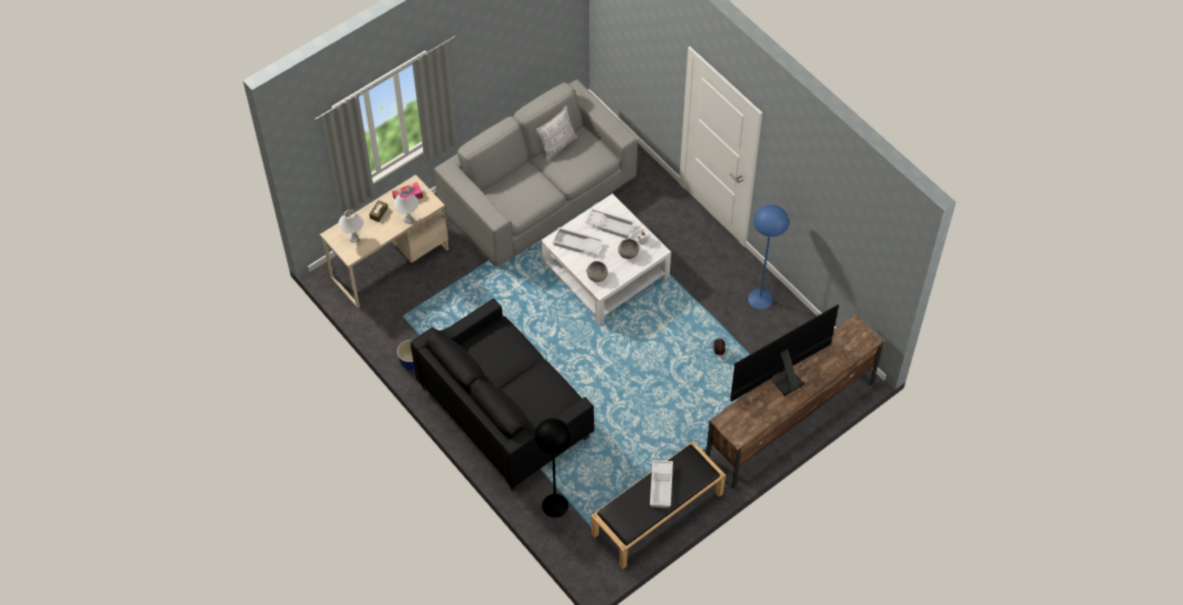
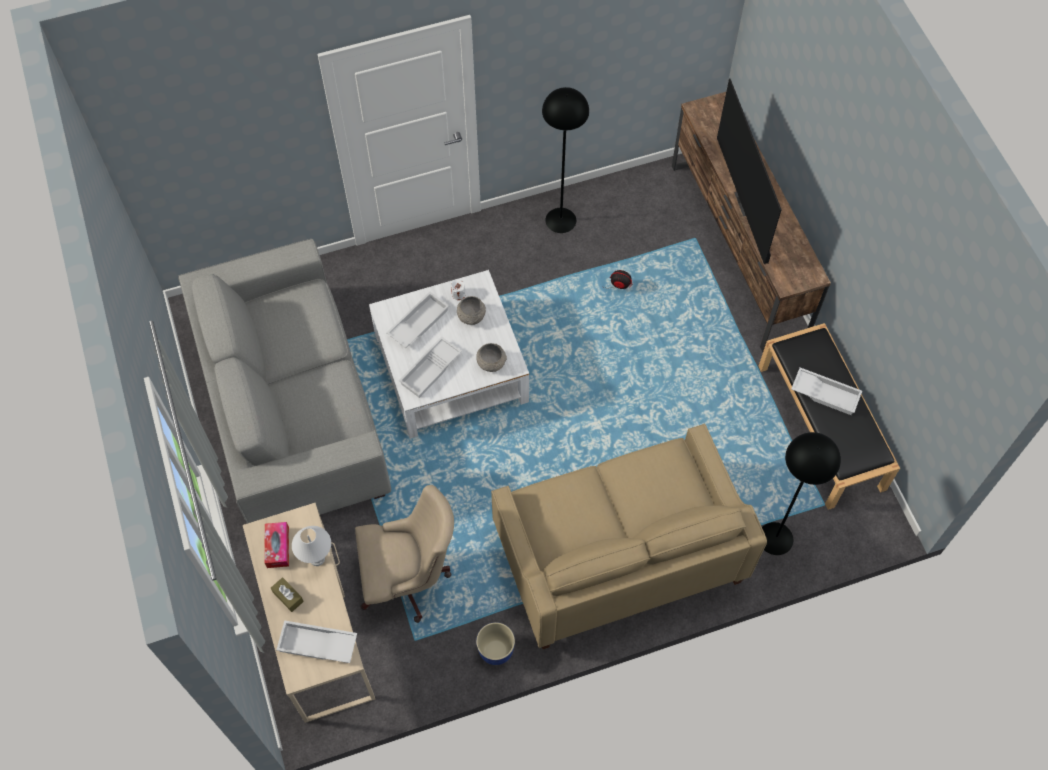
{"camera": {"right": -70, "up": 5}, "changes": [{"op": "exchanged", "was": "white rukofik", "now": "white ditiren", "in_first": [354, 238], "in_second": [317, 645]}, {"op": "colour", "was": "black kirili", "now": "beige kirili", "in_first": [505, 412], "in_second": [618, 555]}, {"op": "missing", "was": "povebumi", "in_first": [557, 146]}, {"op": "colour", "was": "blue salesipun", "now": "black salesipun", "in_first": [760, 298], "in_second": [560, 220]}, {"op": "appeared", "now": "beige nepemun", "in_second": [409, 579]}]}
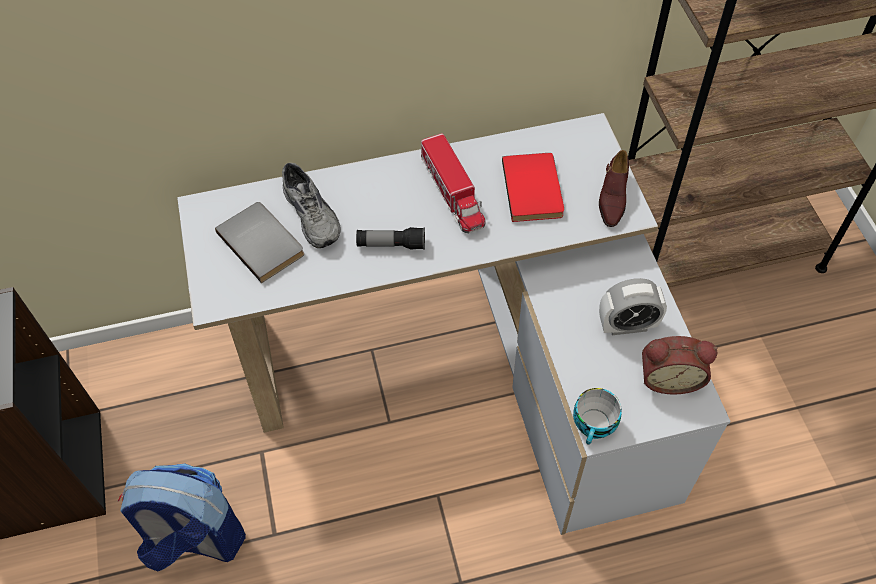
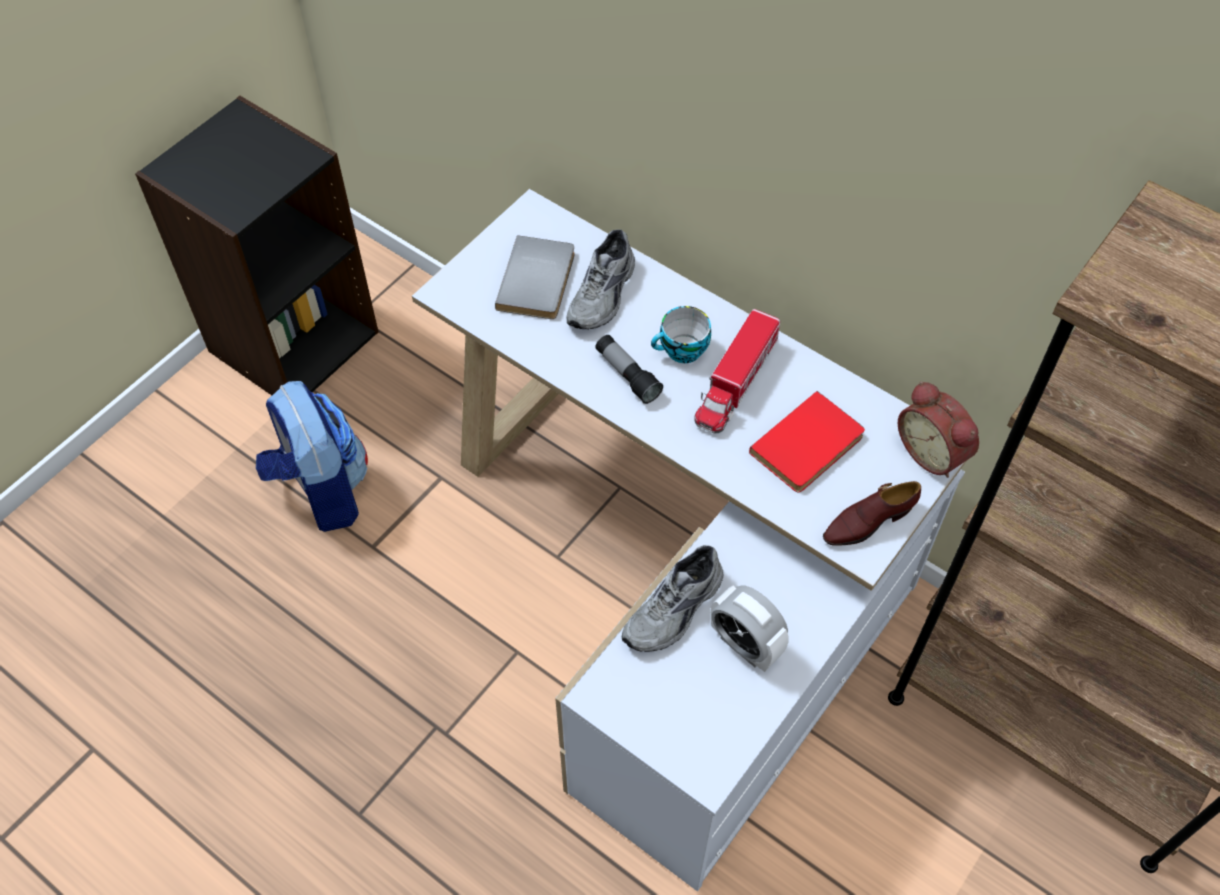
{"camera": {"right": 50, "up": 0}, "changes": [{"op": "relocated", "was": "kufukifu", "in_first": [594, 427], "in_second": [682, 351]}, {"op": "relocated", "was": "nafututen", "in_first": [669, 377], "in_second": [933, 451]}, {"op": "appeared", "now": "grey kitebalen", "in_second": [675, 611]}]}
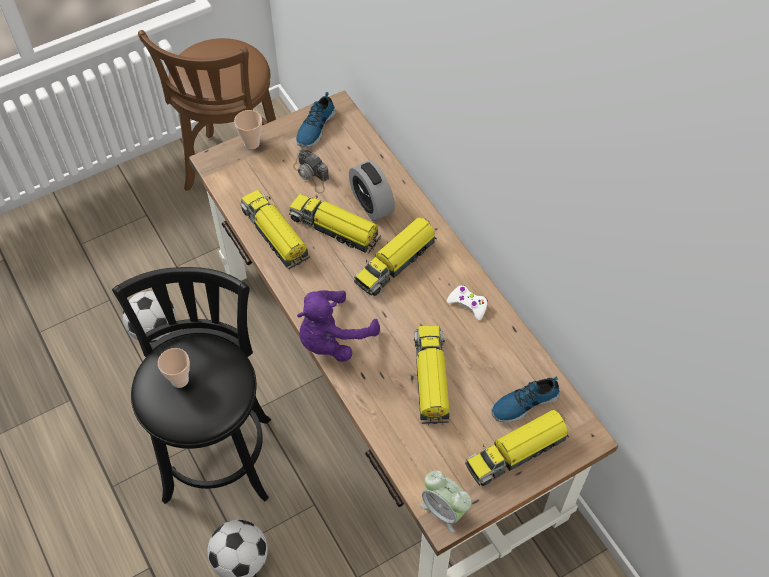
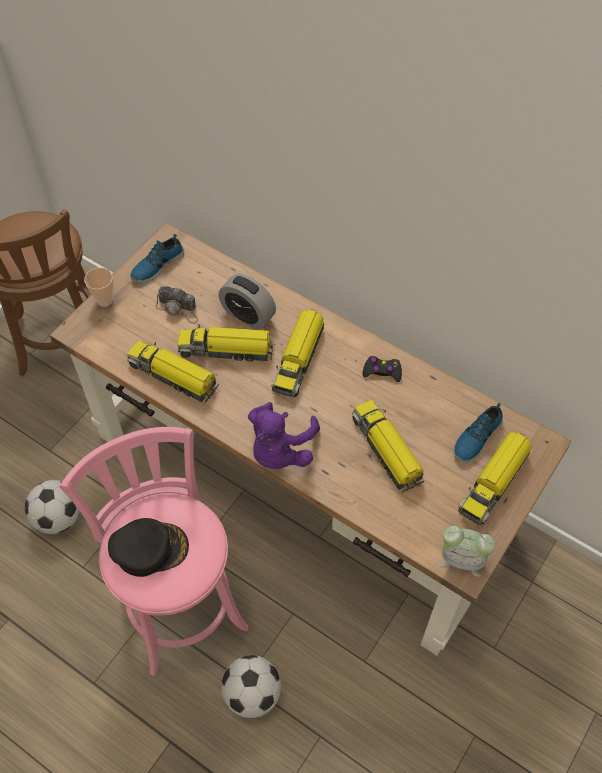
{"camera": {"right": -25, "up": 0}, "changes": [{"op": "colour", "was": "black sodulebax", "now": "pink sodulebax", "in_first": [218, 452], "in_second": [180, 605]}, {"op": "exchanged", "was": "kufukifu", "now": "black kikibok", "in_first": [180, 380], "in_second": [149, 548]}, {"op": "spun", "was": "kitebalen", "in_first": [314, 127], "in_second": [157, 265], "clockwise": 45}, {"op": "colour", "was": "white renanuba", "now": "black renanuba", "in_first": [468, 304], "in_second": [382, 371]}]}
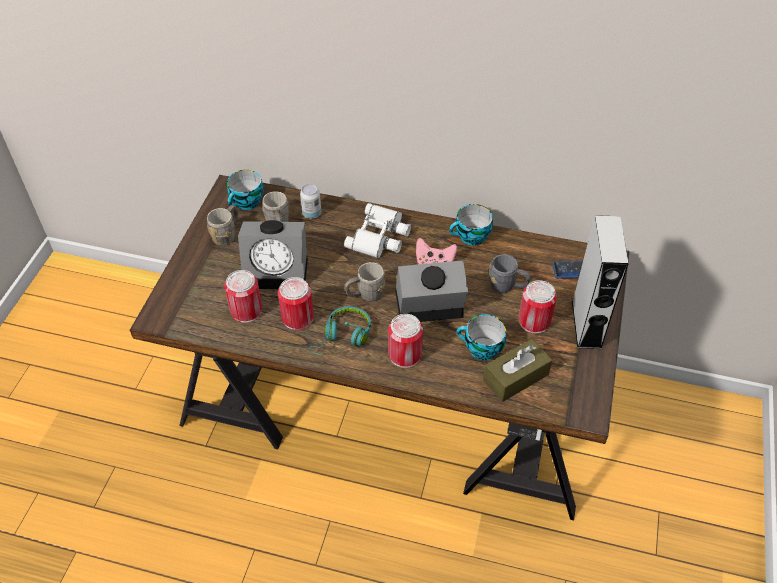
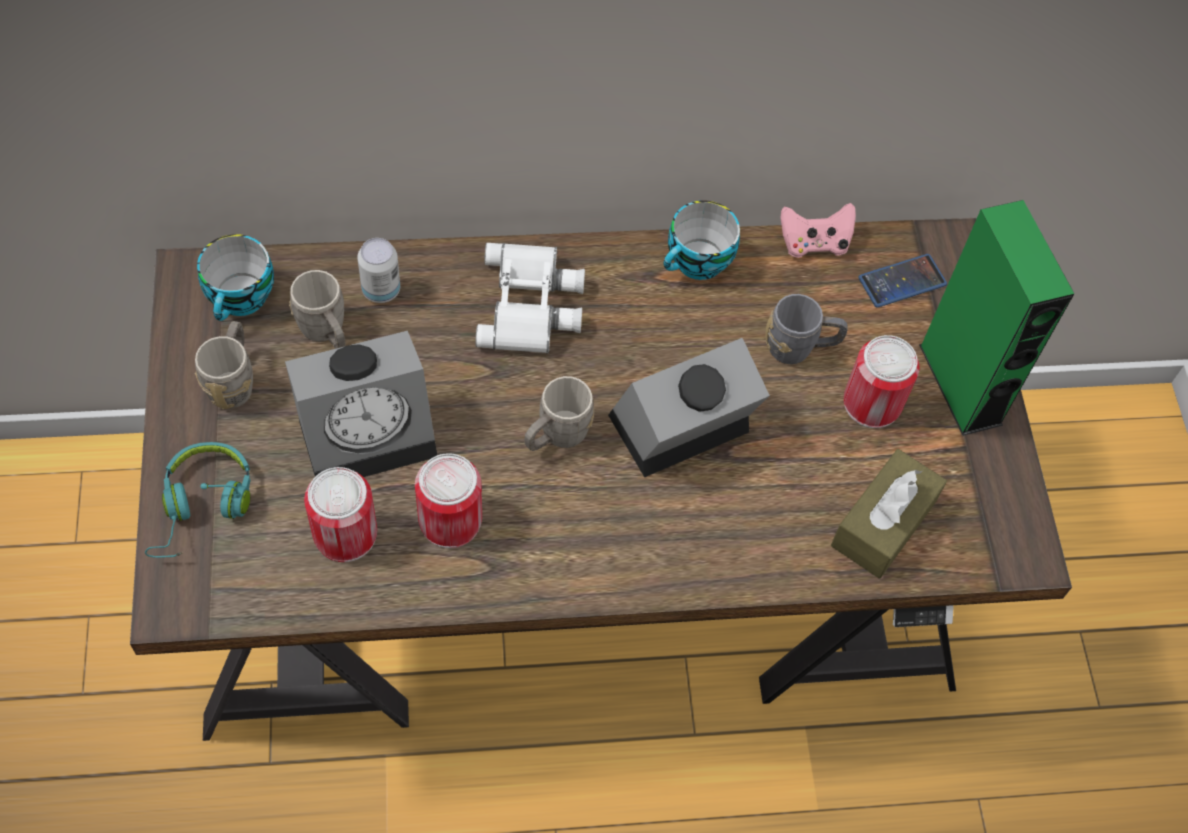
{"camera": {"right": -25, "up": 10}, "changes": [{"op": "relocated", "was": "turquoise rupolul", "in_first": [343, 337], "in_second": [203, 506]}, {"op": "missing", "was": "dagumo", "in_first": [405, 354]}, {"op": "relocated", "was": "pink renanuba", "in_first": [434, 262], "in_second": [814, 243]}, {"op": "missing", "was": "kufukifu", "in_first": [481, 349]}, {"op": "colour", "was": "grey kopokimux", "now": "green kopokimux", "in_first": [586, 324], "in_second": [960, 384]}]}
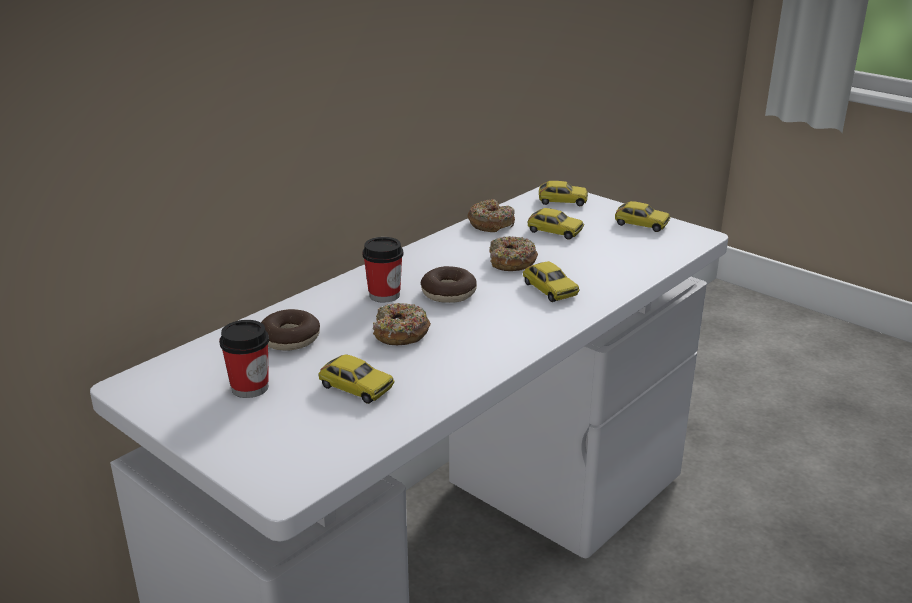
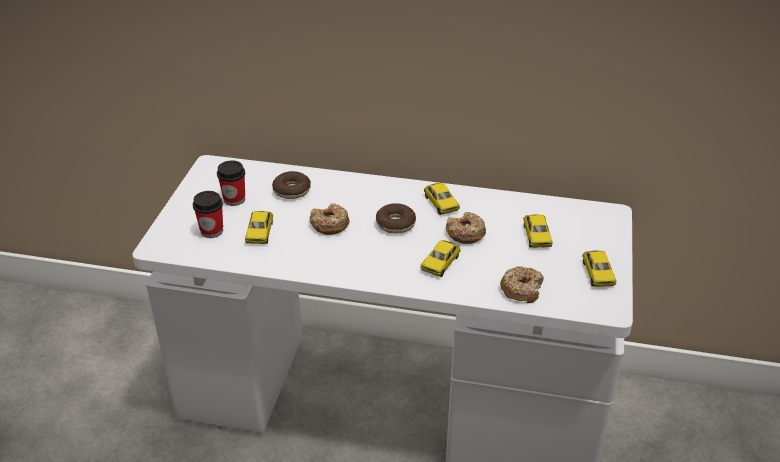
{"camera": {"right": 60, "up": 10}, "changes": [{"op": "relocated", "was": "kufukifu", "in_first": [384, 295], "in_second": [212, 231]}, {"op": "relocated", "was": "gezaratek", "in_first": [490, 224], "in_second": [521, 290]}, {"op": "relocated", "was": "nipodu", "in_first": [562, 201], "in_second": [441, 203]}]}
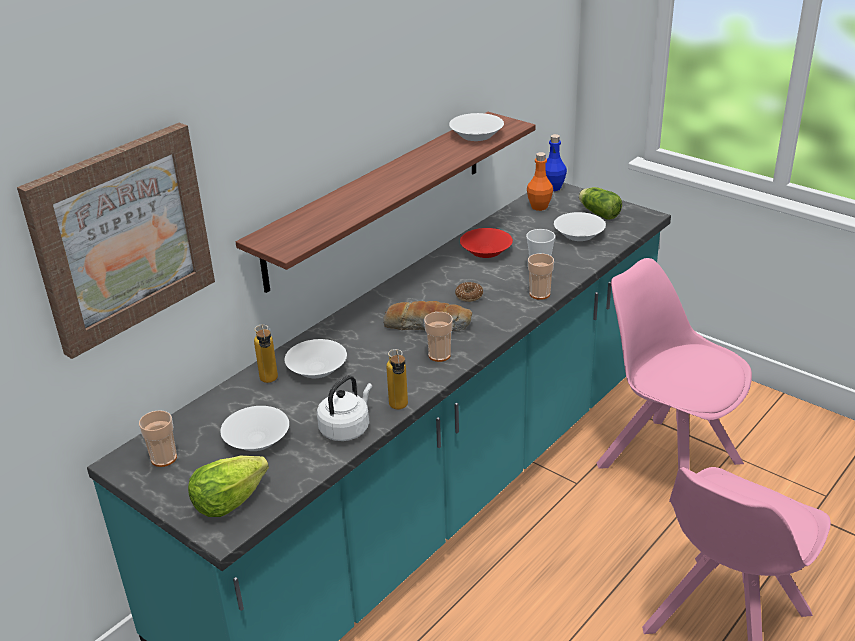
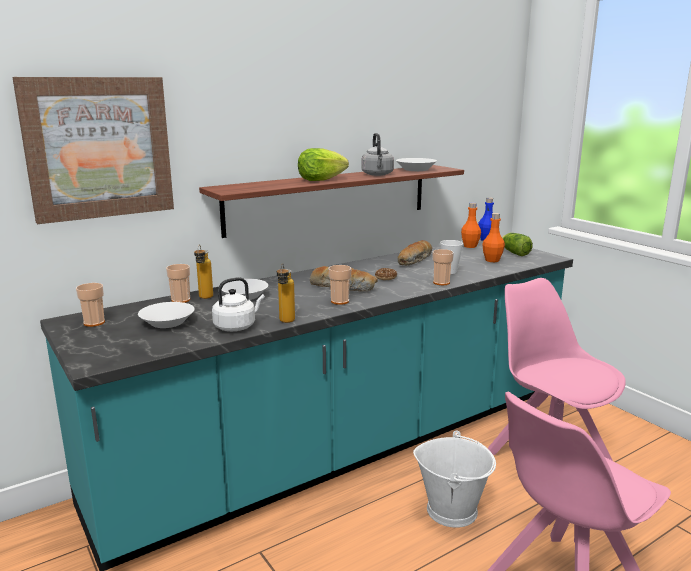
{"camera": {"right": 15, "up": -15}, "changes": [{"op": "relocated", "was": "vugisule", "in_first": [228, 501], "in_second": [320, 180]}, {"op": "exchanged", "was": "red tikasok", "now": "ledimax", "in_first": [486, 251], "in_second": [415, 260]}, {"op": "exchanged", "was": "white tikasok", "now": "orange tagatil", "in_first": [579, 235], "in_second": [492, 260]}, {"op": "appeared", "now": "kufukifu", "in_second": [180, 300]}, {"op": "appeared", "now": "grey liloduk", "in_second": [377, 174]}, {"op": "appeared", "now": "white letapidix", "in_second": [452, 510]}]}
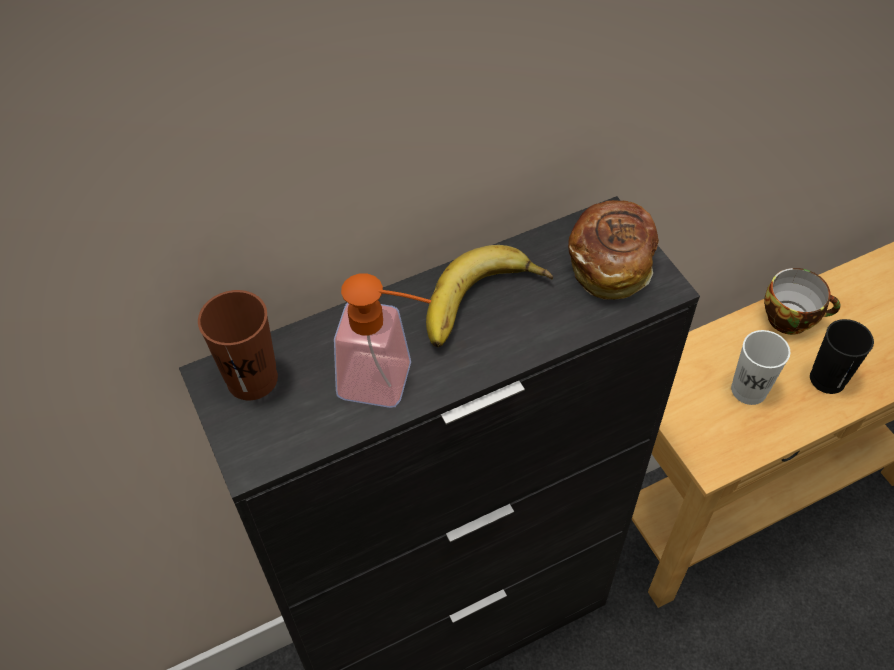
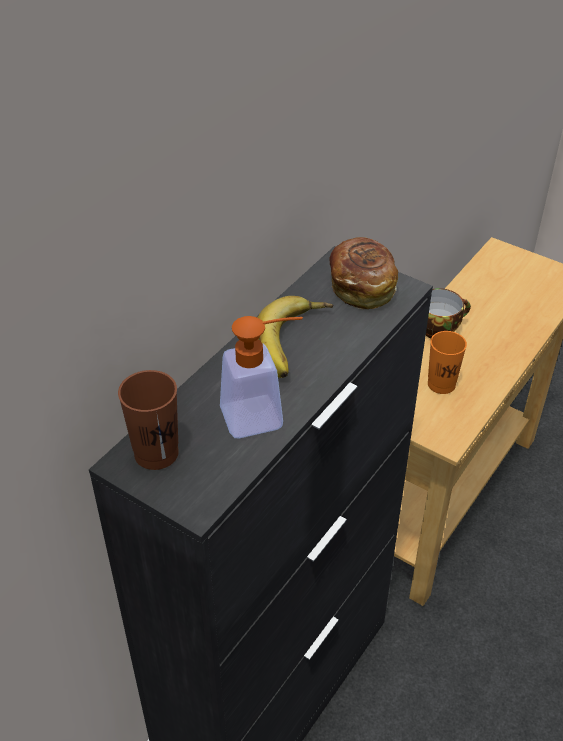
{"camera": {"right": -30, "up": -10}, "changes": [{"op": "colour", "was": "white kufukifu", "now": "orange kufukifu", "in_first": [748, 390], "in_second": [441, 384]}, {"op": "missing", "was": "black kufukifu", "in_first": [827, 379]}]}
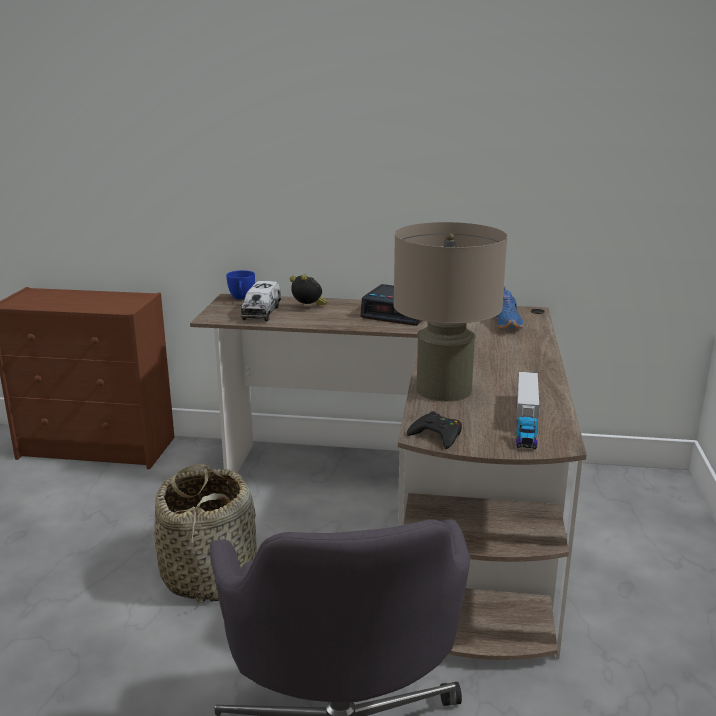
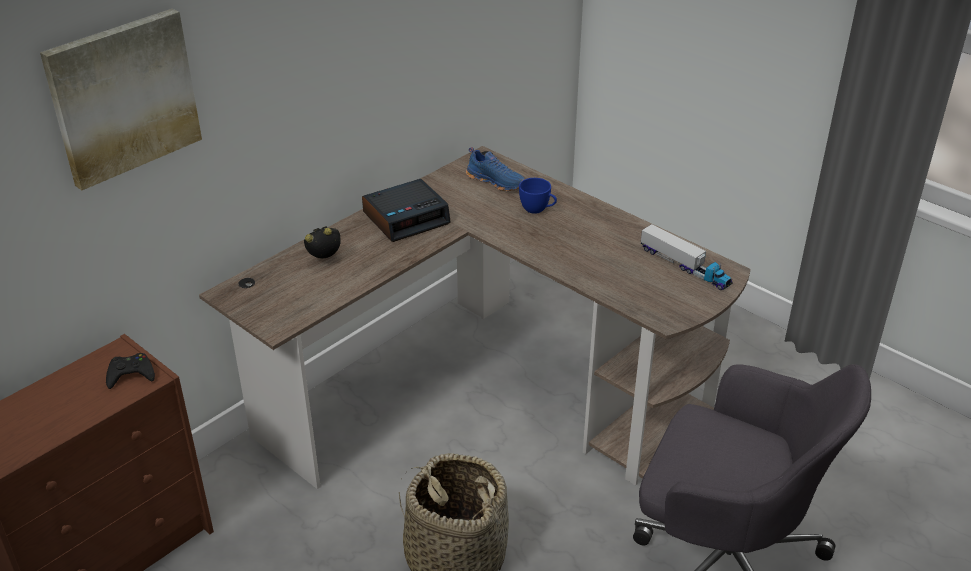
{"camera": {"right": -55, "up": 15}, "changes": [{"op": "relocated", "was": "blue kufukifu", "in_first": [241, 298], "in_second": [538, 210]}, {"op": "missing", "was": "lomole", "in_first": [262, 312]}, {"op": "missing", "was": "beige rukofik", "in_first": [443, 389]}, {"op": "relocated", "was": "black renanuba", "in_first": [437, 436], "in_second": [131, 374]}, {"op": "appeared", "now": "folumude", "in_second": [123, 97]}]}
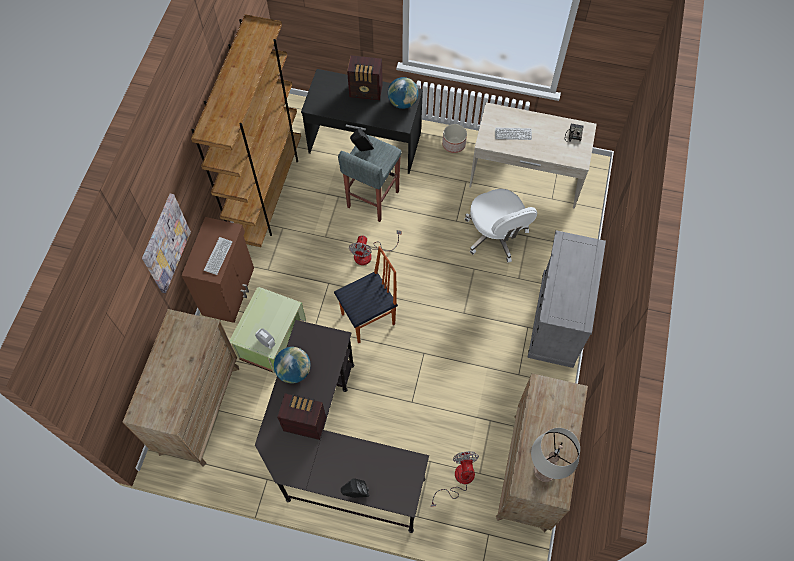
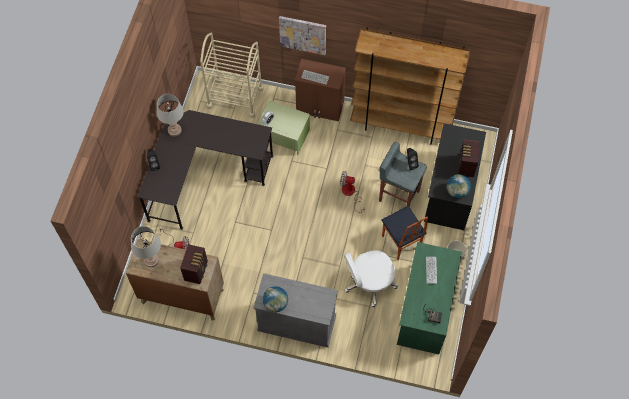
{"camera": {"right": 90, "up": 0}, "changes": [{"op": "exchanged", "was": "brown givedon", "now": "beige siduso", "in_first": [199, 409], "in_second": [235, 97]}, {"op": "relocated", "was": "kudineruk", "in_first": [294, 371], "in_second": [275, 303]}, {"op": "relocated", "was": "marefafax", "in_first": [304, 423], "in_second": [196, 270]}, {"op": "relocated", "was": "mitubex", "in_first": [369, 319], "in_second": [400, 242]}, {"op": "colour", "was": "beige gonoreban", "now": "green gonoreban", "in_first": [525, 177], "in_second": [425, 308]}, {"op": "appeared", "now": "grey rukofik", "in_second": [174, 130]}]}
